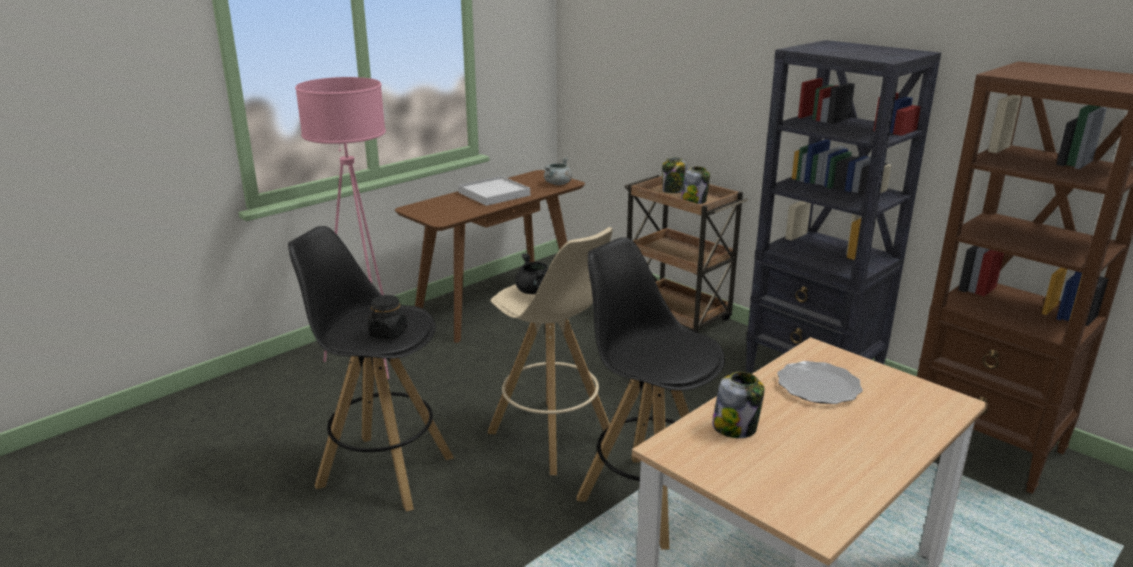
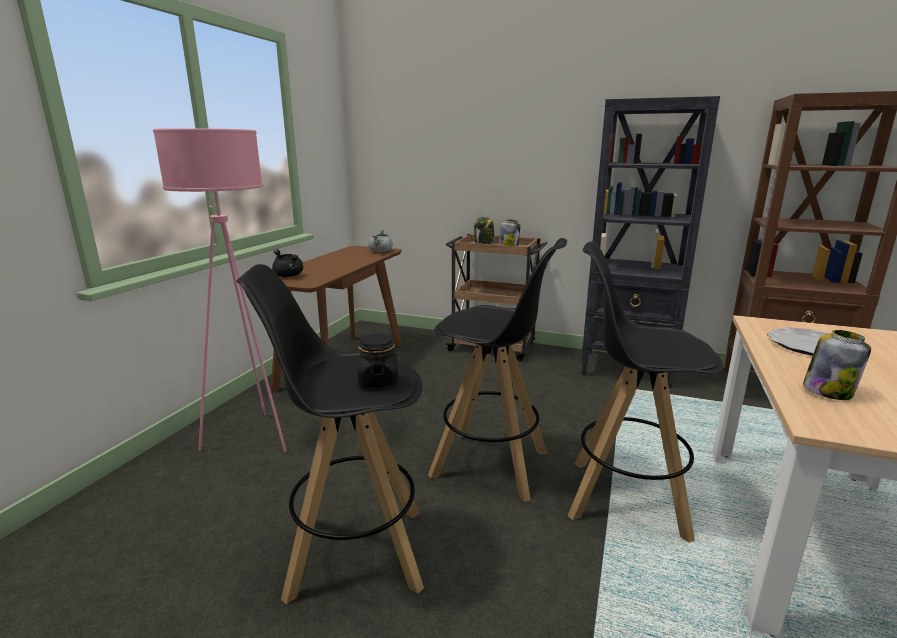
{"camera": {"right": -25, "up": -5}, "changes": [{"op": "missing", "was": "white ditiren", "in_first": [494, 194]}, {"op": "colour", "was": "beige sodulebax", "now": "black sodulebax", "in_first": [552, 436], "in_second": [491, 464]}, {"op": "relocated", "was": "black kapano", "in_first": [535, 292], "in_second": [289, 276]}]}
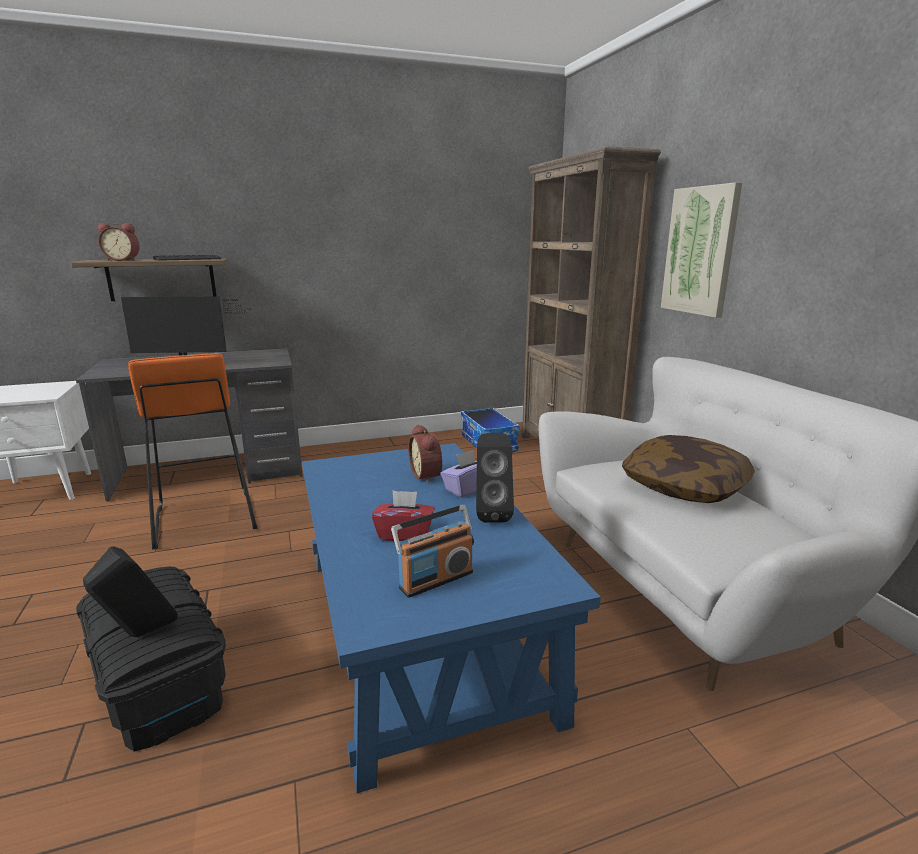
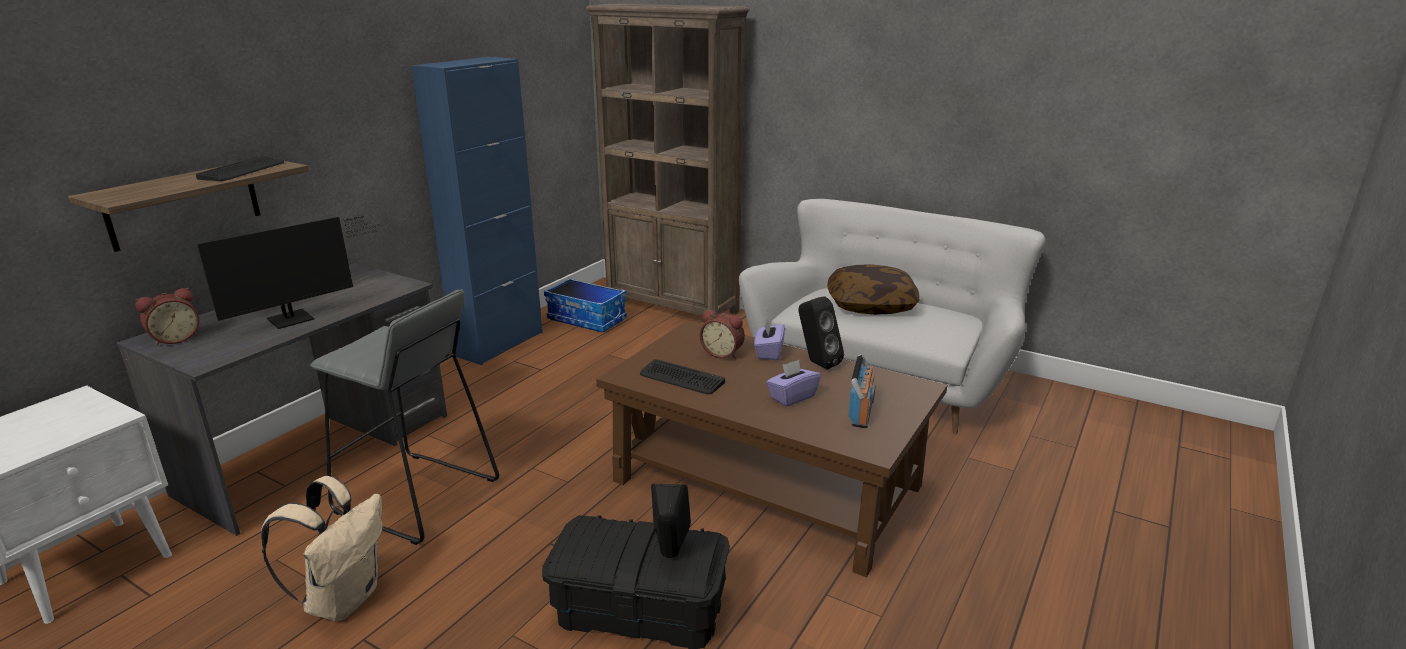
{"camera": {"right": -40, "up": 5}, "changes": [{"op": "relocated", "was": "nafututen", "in_first": [123, 260], "in_second": [175, 339]}, {"op": "colour", "was": "orange sodulebax", "now": "grey sodulebax", "in_first": [204, 519], "in_second": [416, 497]}, {"op": "colour", "was": "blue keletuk", "now": "brown keletuk", "in_first": [421, 631], "in_second": [768, 483]}, {"op": "colour", "was": "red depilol", "now": "purple depilol", "in_first": [405, 534], "in_second": [792, 397]}, {"op": "missing", "was": "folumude", "in_first": [700, 251]}, {"op": "appeared", "now": "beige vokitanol", "in_second": [343, 599]}, {"op": "appeared", "now": "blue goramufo", "in_second": [499, 344]}, {"op": "appeared", "now": "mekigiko", "in_second": [681, 378]}]}
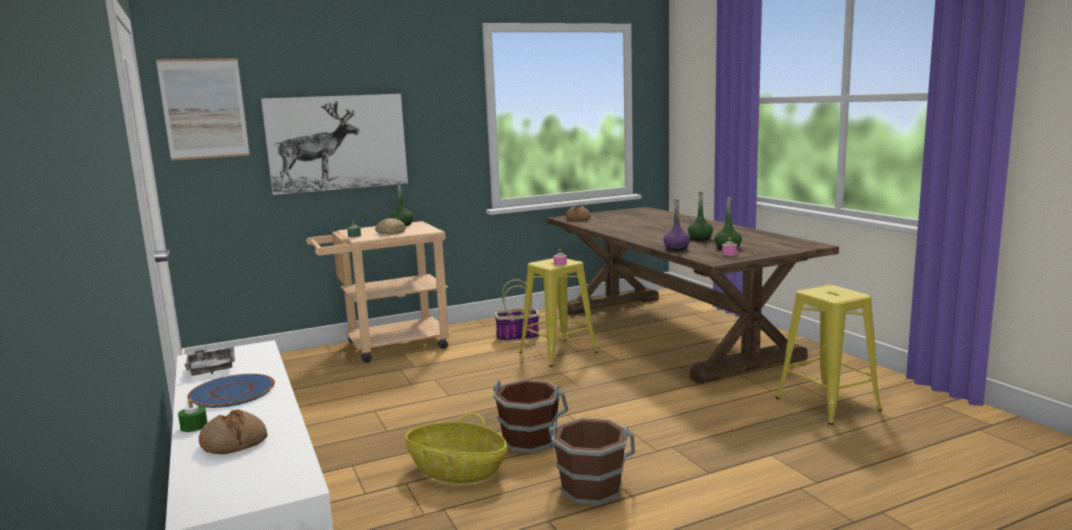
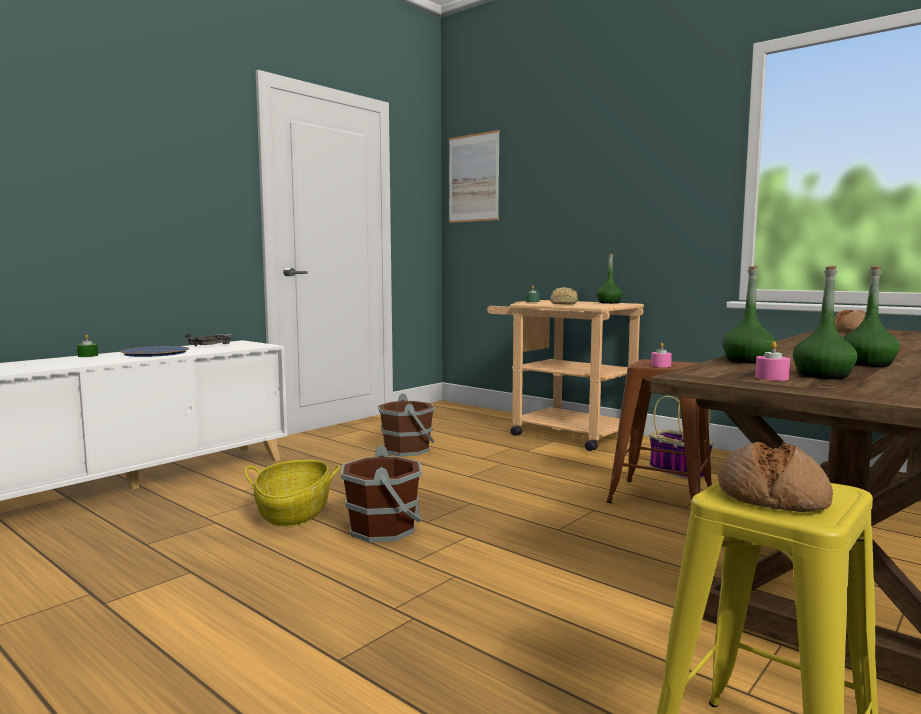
{"camera": {"right": 65, "up": -5}, "changes": [{"op": "relocated", "was": "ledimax", "in_first": [234, 443], "in_second": [772, 496]}, {"op": "missing", "was": "folumude", "in_first": [337, 142]}, {"op": "colour", "was": "yellow sodulebax", "now": "brown sodulebax", "in_first": [558, 352], "in_second": [660, 498]}, {"op": "relocated", "was": "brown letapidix", "in_first": [591, 487], "in_second": [407, 449]}, {"op": "colour", "was": "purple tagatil", "now": "green tagatil", "in_first": [676, 248], "in_second": [747, 361]}]}
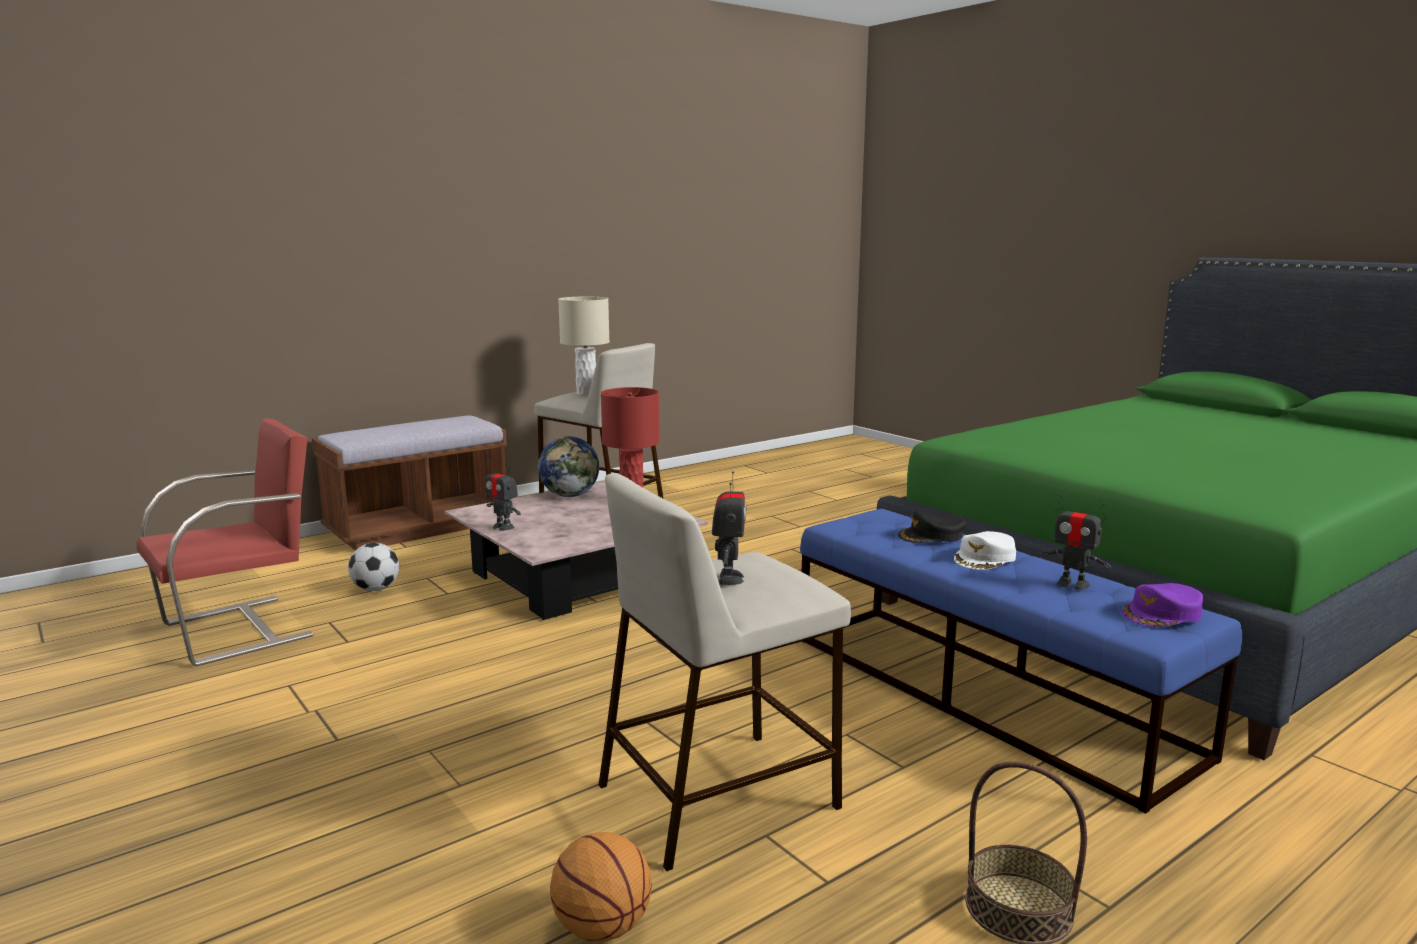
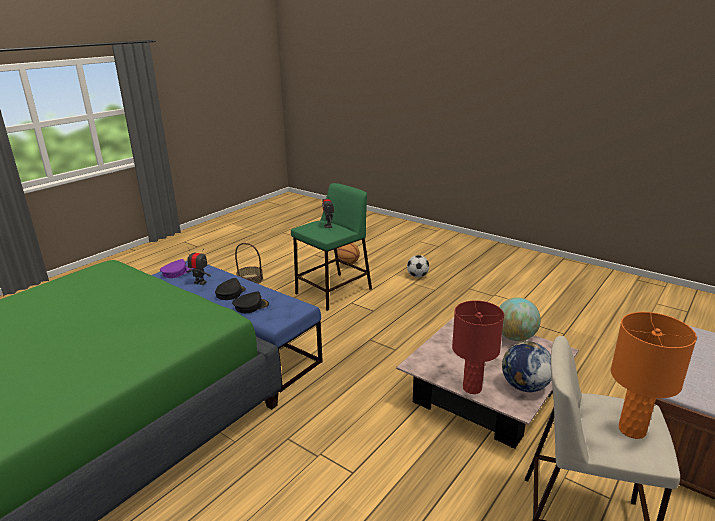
{"camera": {"right": 165, "up": 10}, "changes": [{"op": "missing", "was": "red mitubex", "in_first": [240, 629]}, {"op": "relocated", "was": "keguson", "in_first": [376, 589], "in_second": [417, 276]}, {"op": "exchanged", "was": "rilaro", "now": "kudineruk", "in_first": [503, 527], "in_second": [515, 337]}, {"op": "colour", "was": "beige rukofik", "now": "orange rukofik", "in_first": [586, 393], "in_second": [632, 430]}, {"op": "colour", "was": "beige sodulebax", "now": "green sodulebax", "in_first": [720, 794], "in_second": [333, 291]}, {"op": "colour", "was": "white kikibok", "now": "black kikibok", "in_first": [985, 558], "in_second": [230, 293]}]}
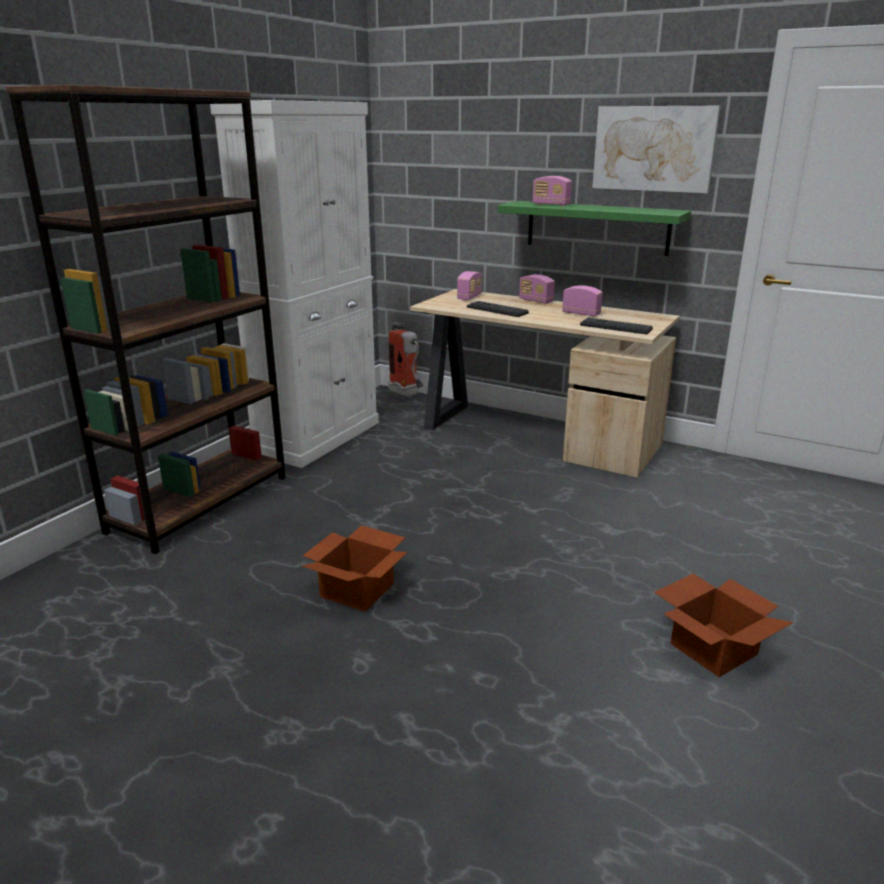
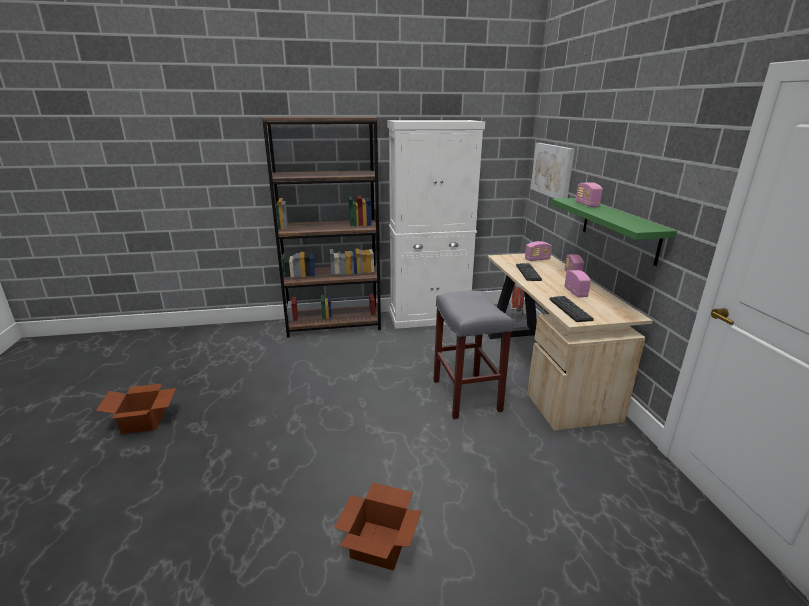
{"camera": {"right": 50, "up": 0}, "changes": [{"op": "relocated", "was": "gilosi", "in_first": [359, 589], "in_second": [145, 421]}, {"op": "relocated", "was": "folumude", "in_first": [654, 148], "in_second": [552, 170]}, {"op": "appeared", "now": "grey sodulebax", "in_second": [465, 395]}]}
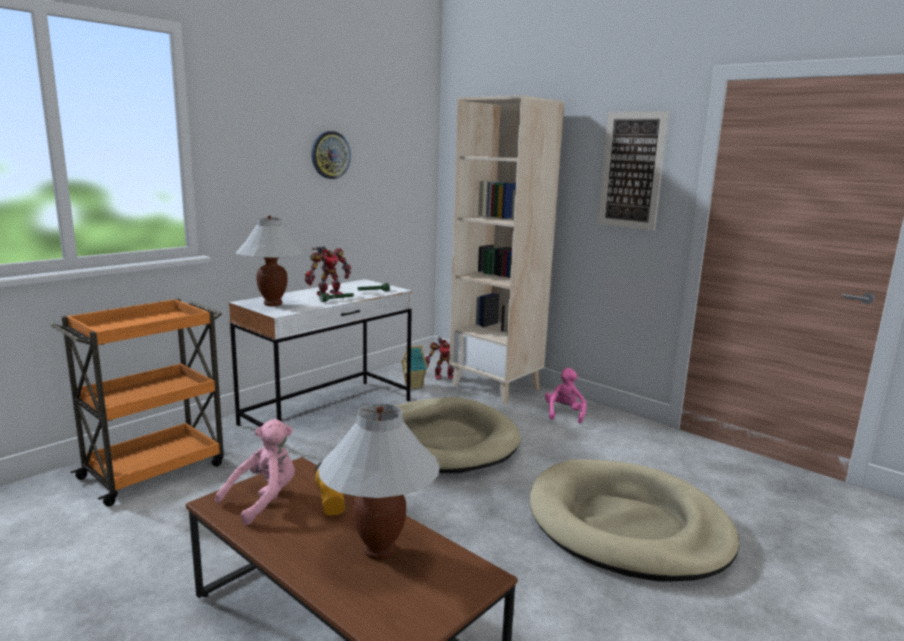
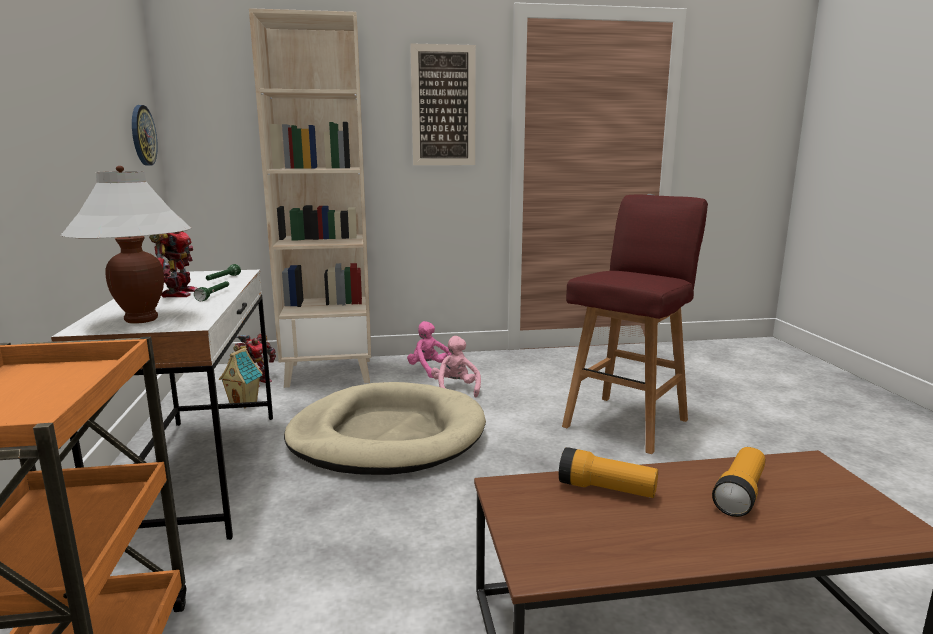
{"camera": {"right": -50, "up": 0}, "changes": [{"op": "relocated", "was": "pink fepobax", "in_first": [264, 499], "in_second": [455, 389]}, {"op": "relocated", "was": "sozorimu", "in_first": [330, 155], "in_second": [142, 135]}, {"op": "exchanged", "was": "white rukofik", "now": "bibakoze", "in_first": [380, 551], "in_second": [740, 494]}, {"op": "exchanged", "was": "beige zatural", "now": "red sodulebax", "in_first": [627, 525], "in_second": [627, 422]}]}
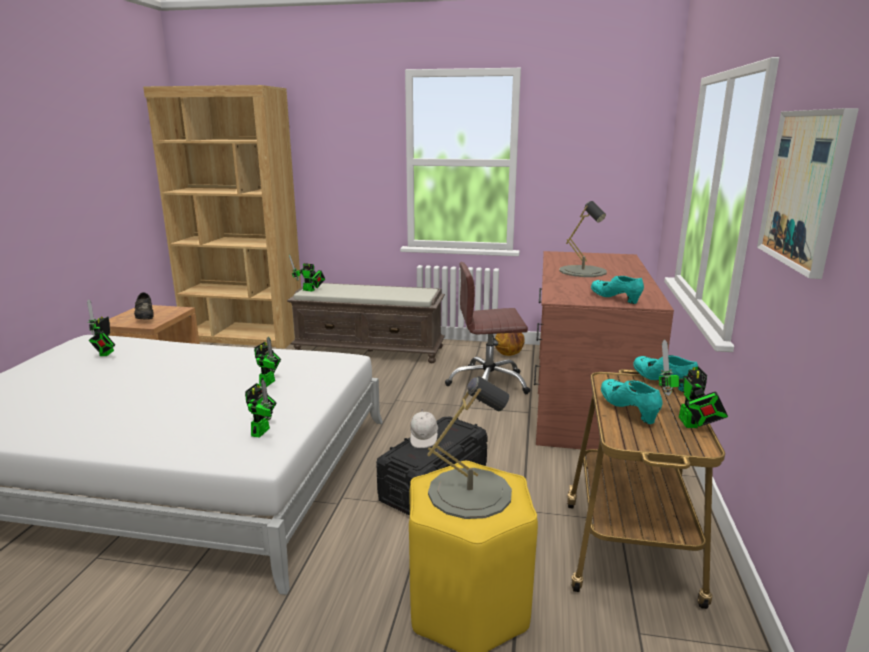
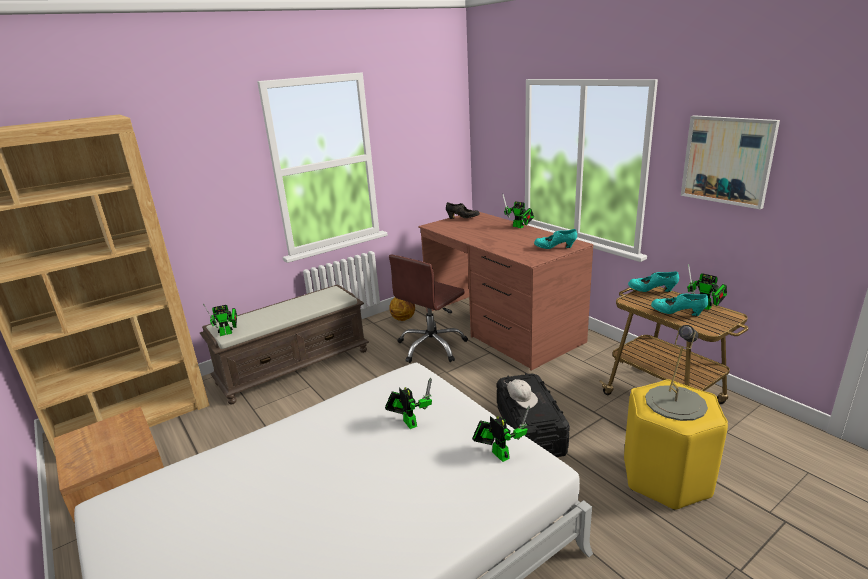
{"camera": {"right": -45, "up": 5}, "changes": [{"op": "relocated", "was": "rilaro", "in_first": [105, 354], "in_second": [519, 227]}, {"op": "relocated", "was": "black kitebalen", "in_first": [145, 318], "in_second": [462, 218]}, {"op": "missing", "was": "grey rukofik", "in_first": [583, 271]}]}
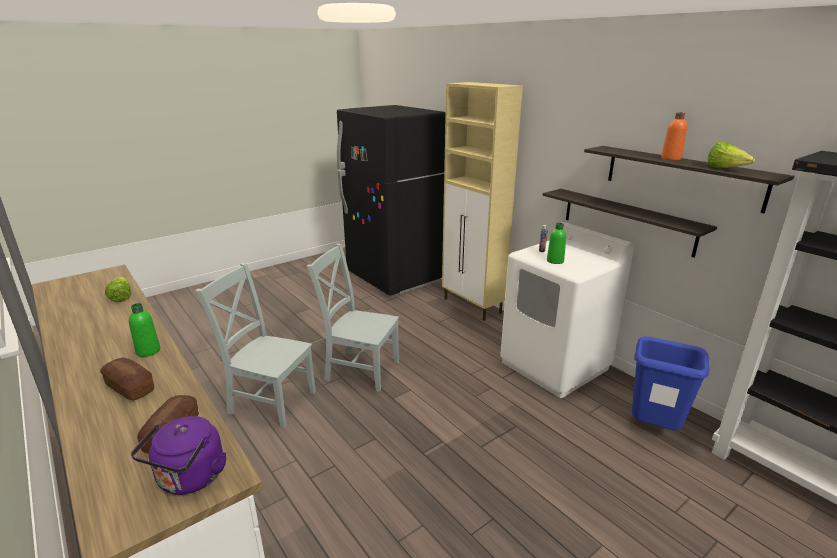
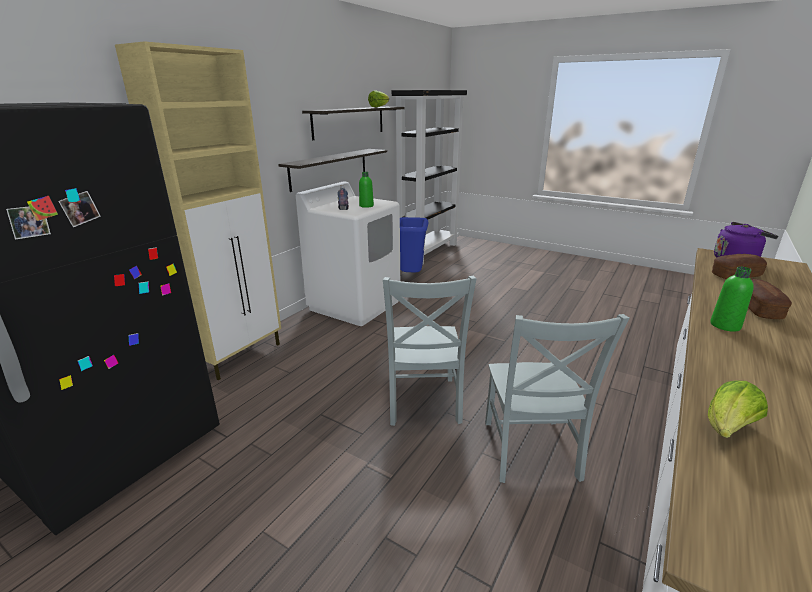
{"camera": {"right": -110, "up": 0}, "changes": [{"op": "missing", "was": "orange tagatil", "in_first": [671, 158]}]}
